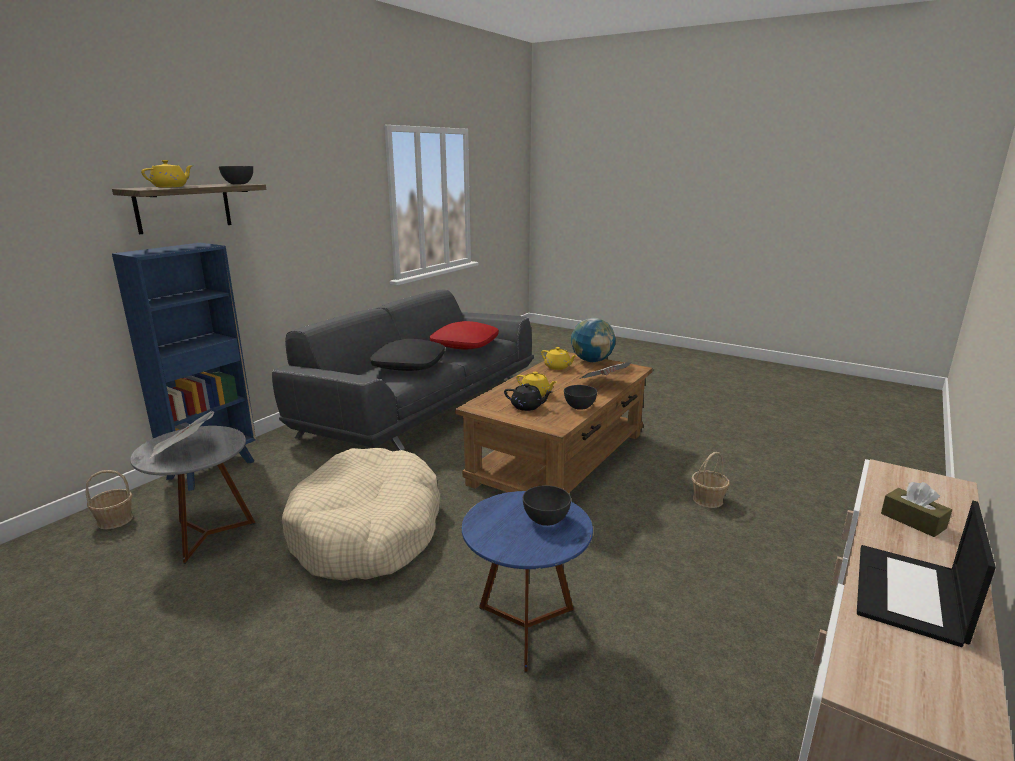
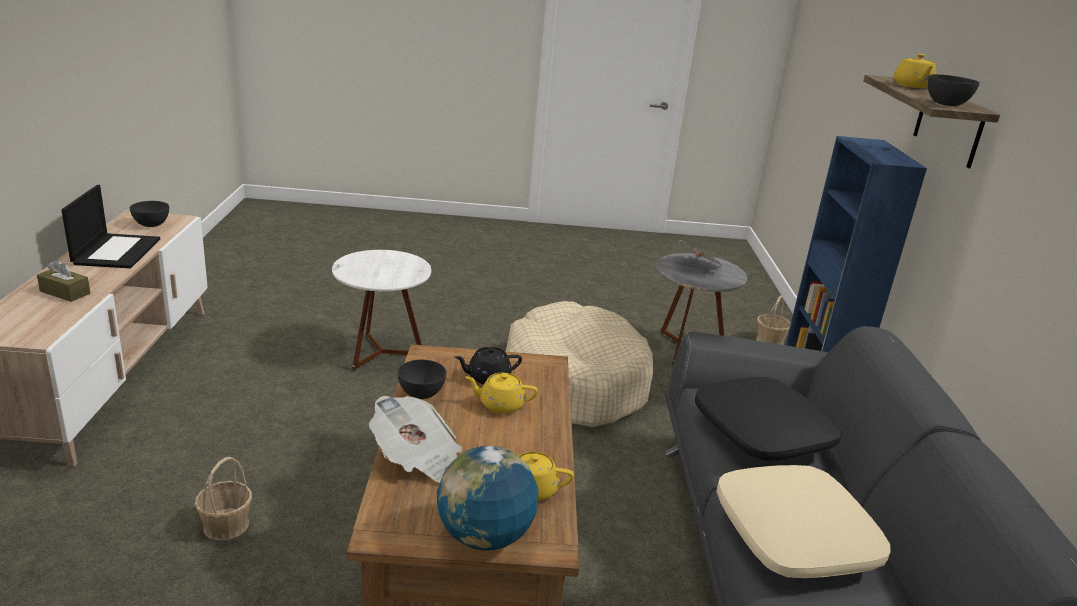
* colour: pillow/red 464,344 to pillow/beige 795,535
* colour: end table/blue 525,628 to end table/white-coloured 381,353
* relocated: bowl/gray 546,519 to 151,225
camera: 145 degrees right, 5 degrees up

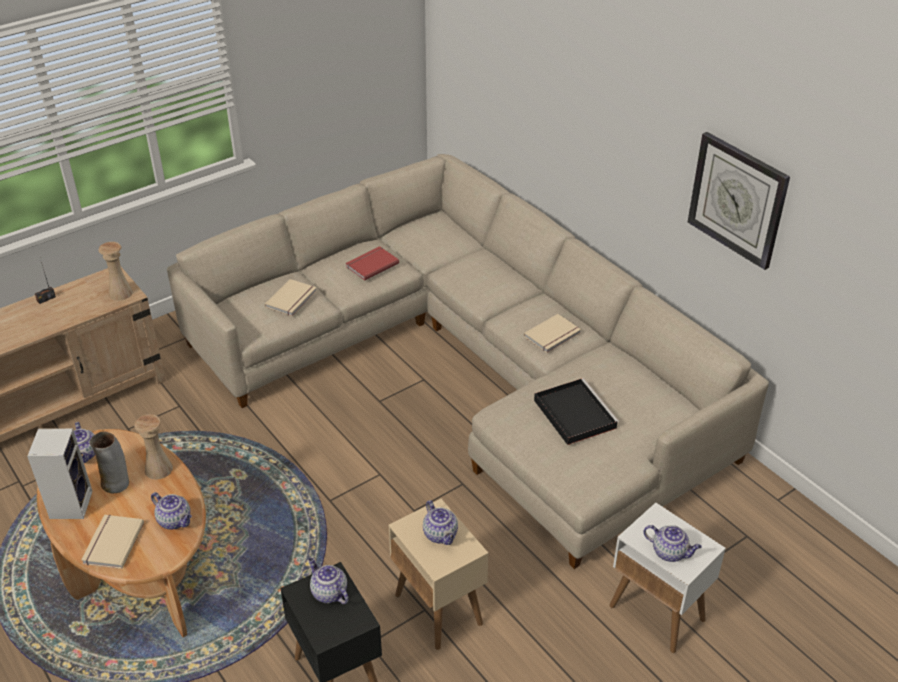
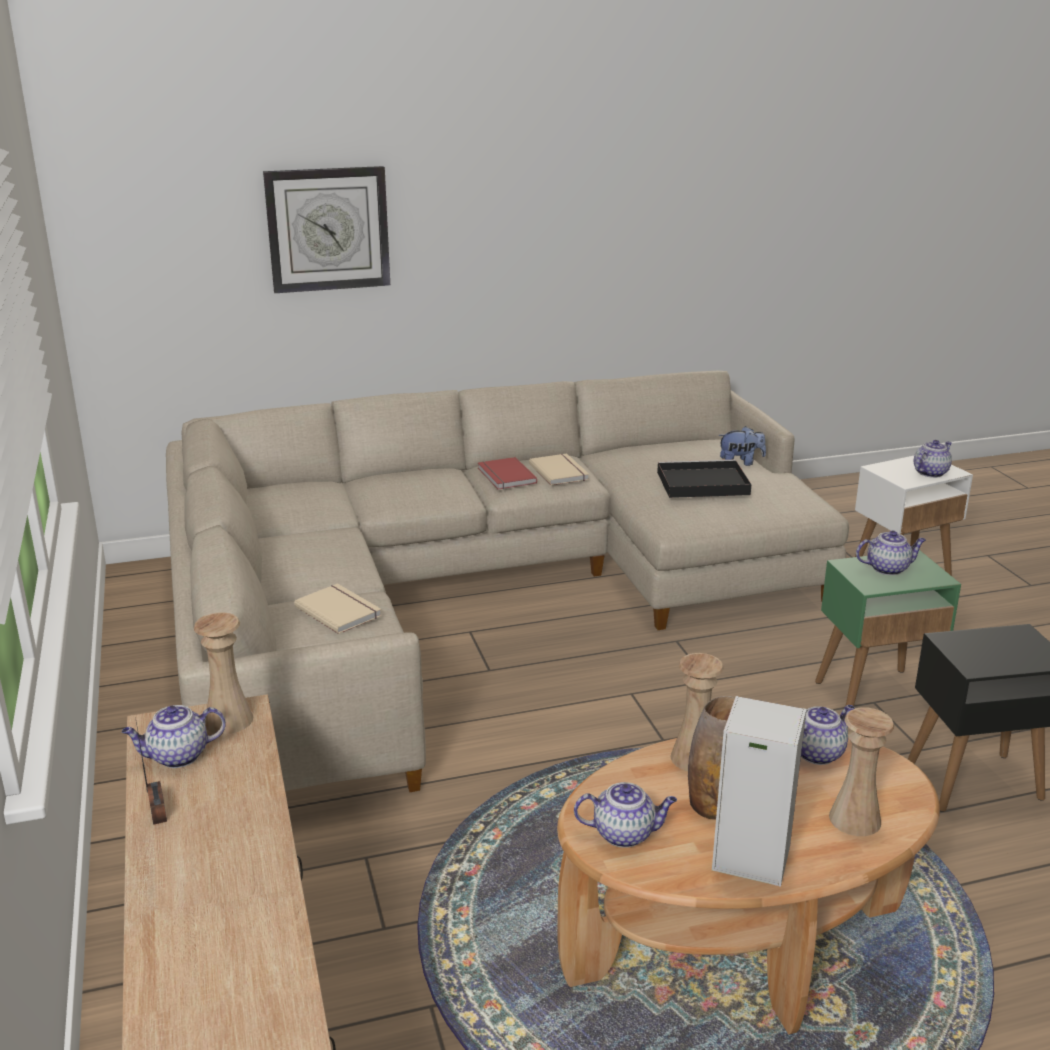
* exchanged: volume/beige 111,543 to vase/beige 855,819
* relocated: tea pot 328,592 to 177,757
* relocated: volume/red 371,264 to 505,476
* colour: end table/beige 439,610 to end table/green 876,692
* relocated: wall clock 738,199 to 328,229
* appeared: soft toy 740,463
camera: 70 degrees left, 15 degrees down

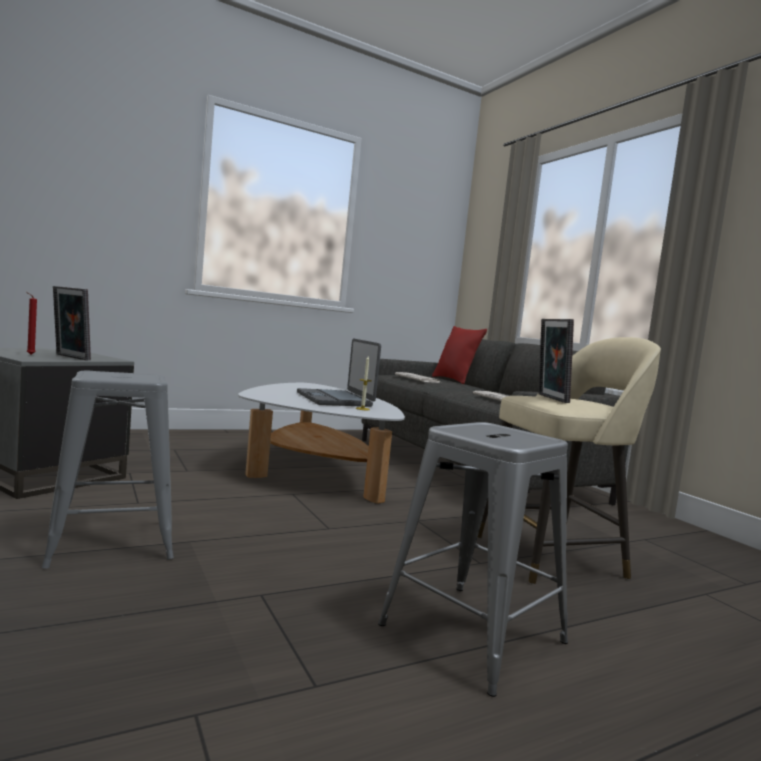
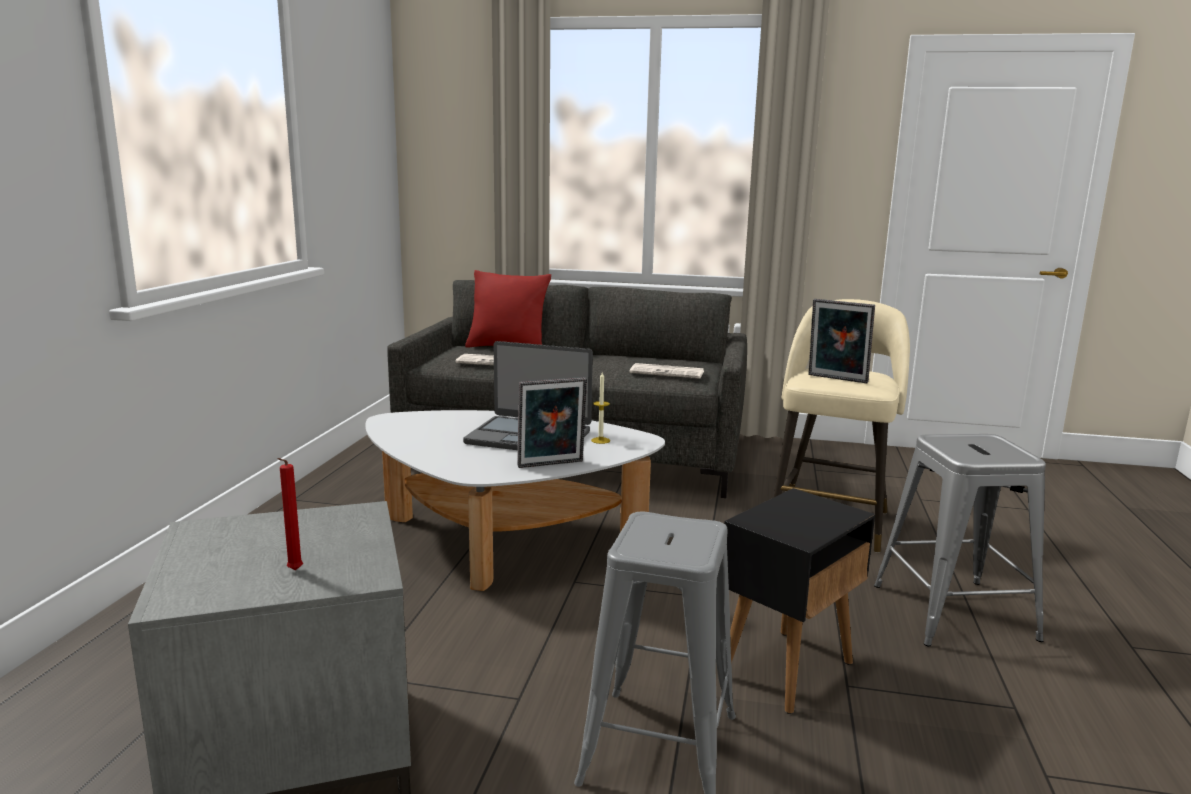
* relocated: standing frame 69,357 to 551,465
* appeared: end table/blackish 787,669
camera: 50 degrees left, 10 degrees up

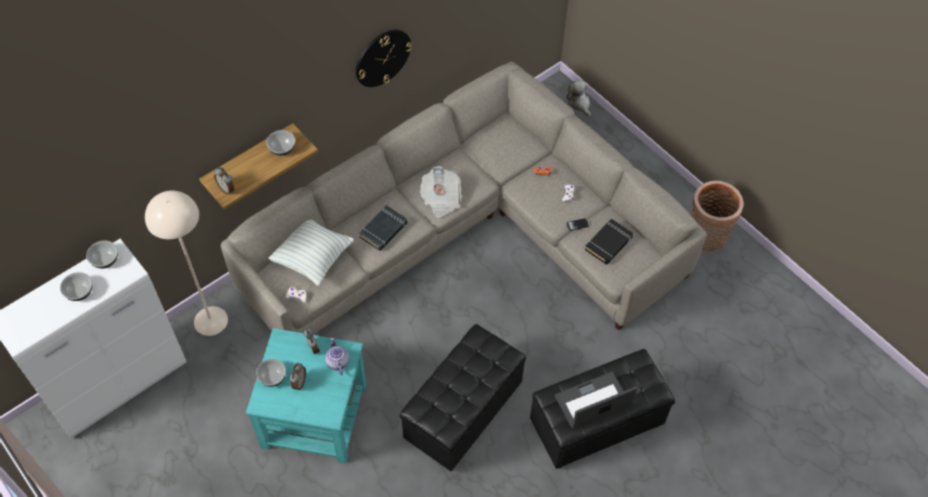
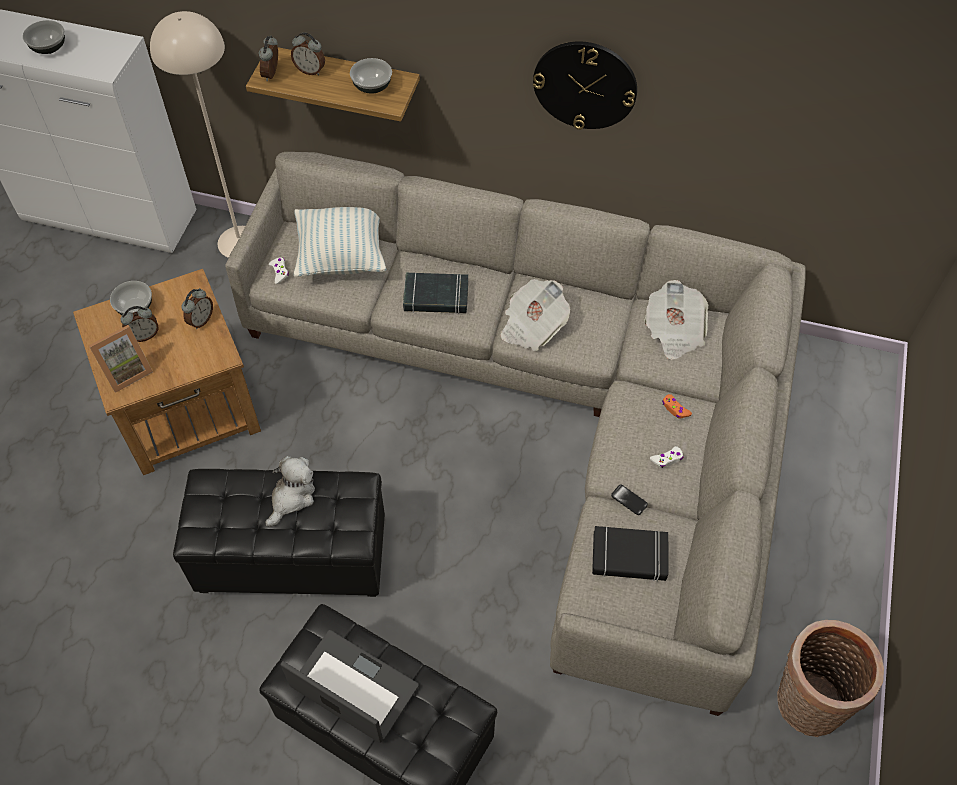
* missing: bowl 105,260
* colour: end table/blue-green 315,415 to end table/brownish 185,407
* missing: tea pot 337,362
* relocated: soft toy 579,103 to 292,497
* appeared: standing frame 126,371
* appeared: bedside clock 310,70
* appeared: newspaper 674,331
camera: 55 degrees right, 0 degrees up

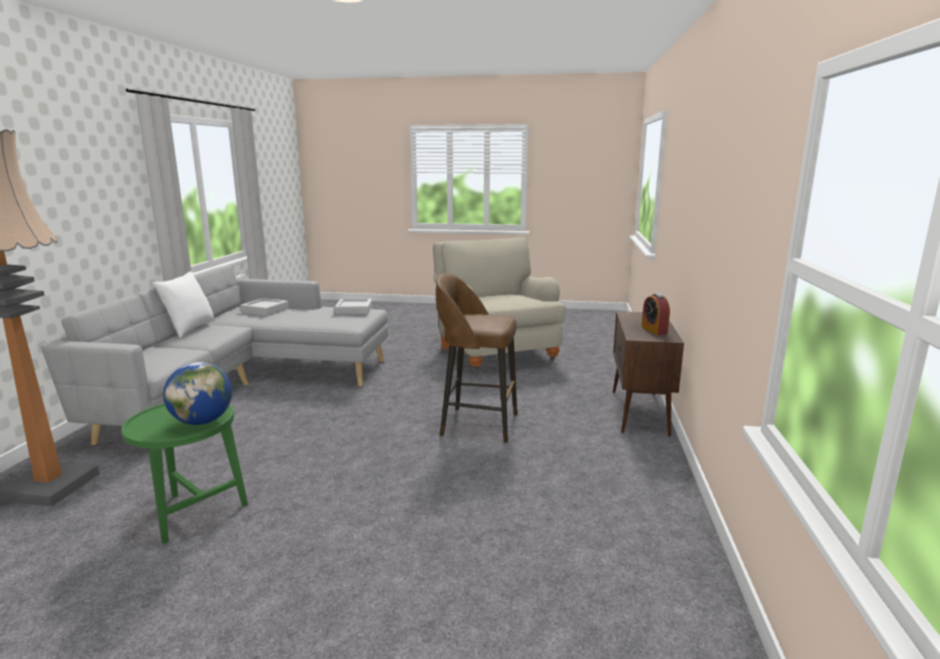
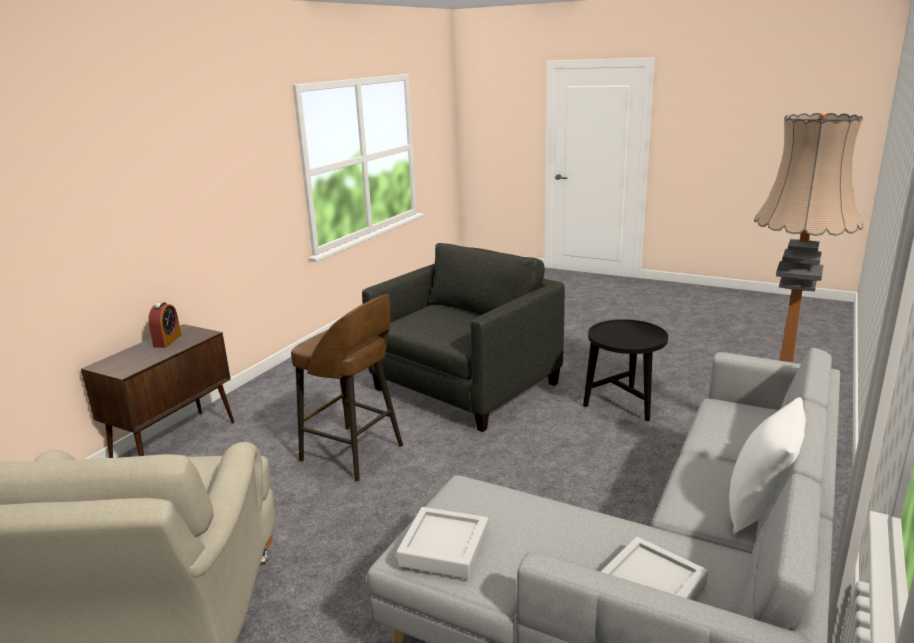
* colour: end table/green 193,512 to end table/blackish 623,406
* missing: globe 202,421
* appeared: armchair/gray 465,386
camera: 160 degrees left, 5 degrees up

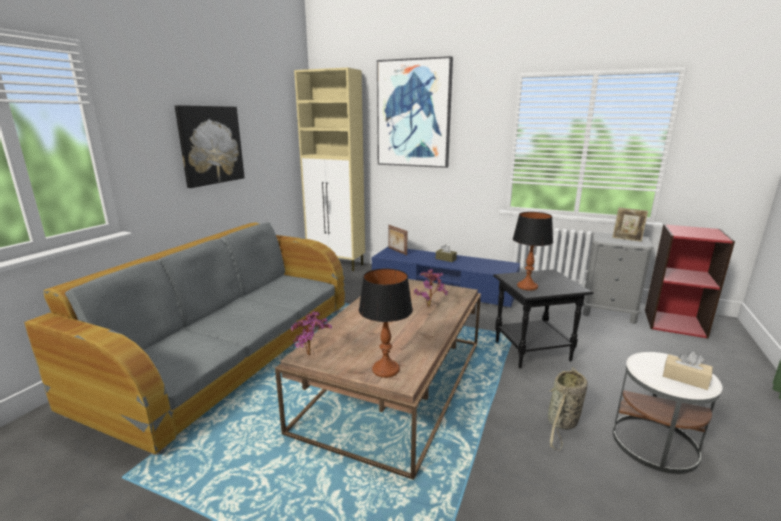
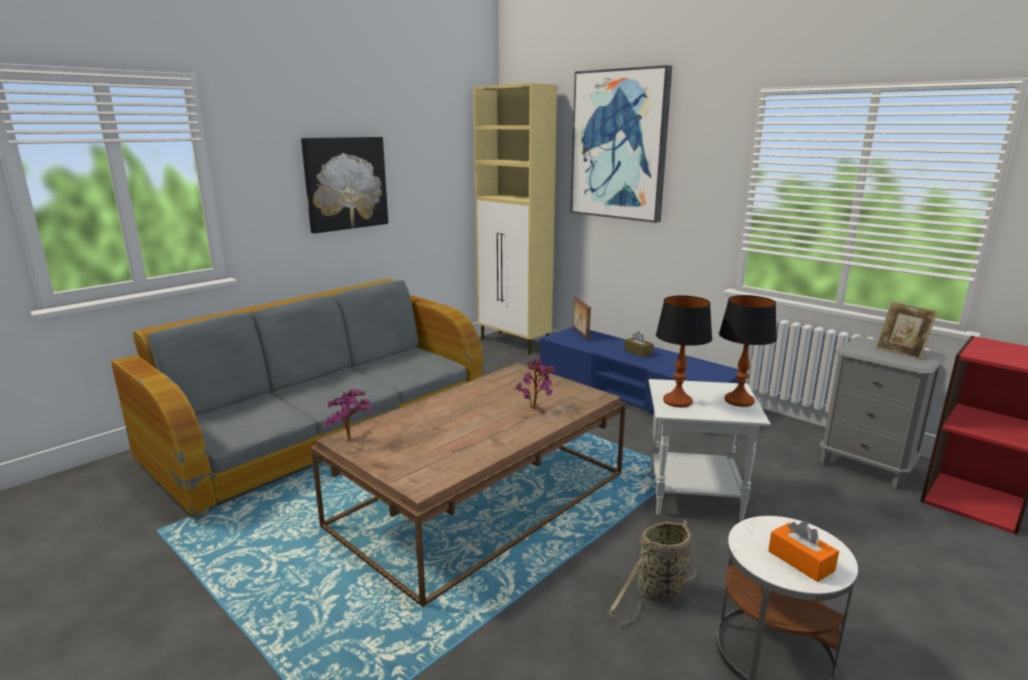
* relocated: table lamp 386,369 to 739,400
* colour: end table/blackish 533,351 to end table/white-coloured 695,497
* colour: tissue holder/beige 685,378 to tissue holder/orange 800,561
camera: 20 degrees right, 0 degrees up

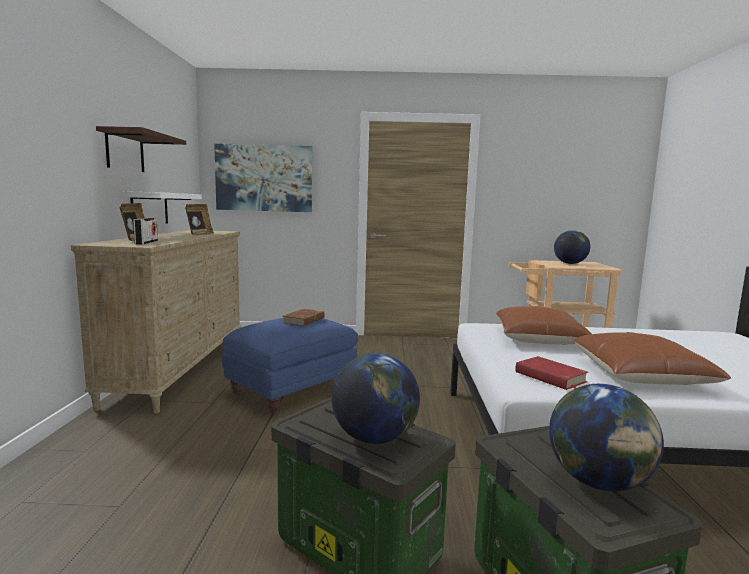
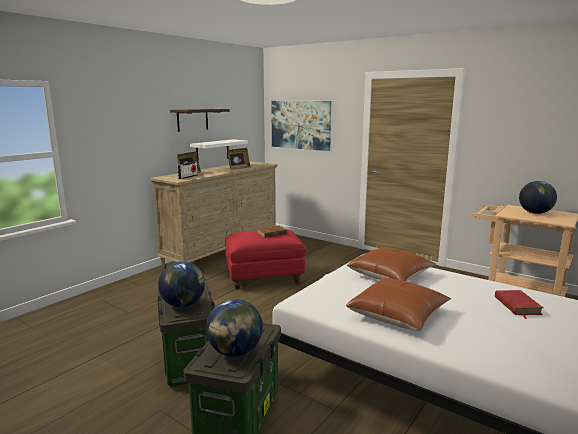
* colour: ottoman/blue 293,389 to ottoman/red 265,277
* relocated: volume/red 550,377 to 517,305
camera: 35 degrees right, 5 degrees up

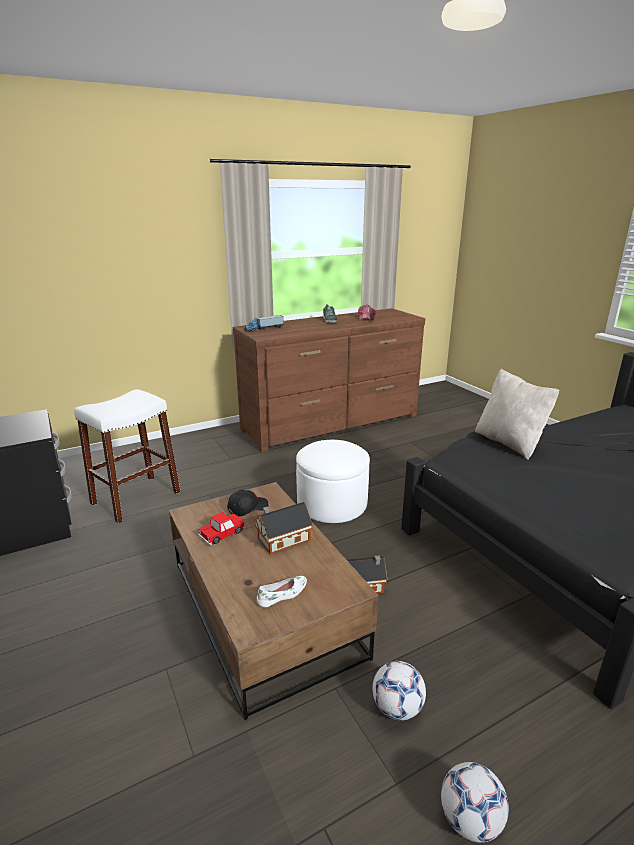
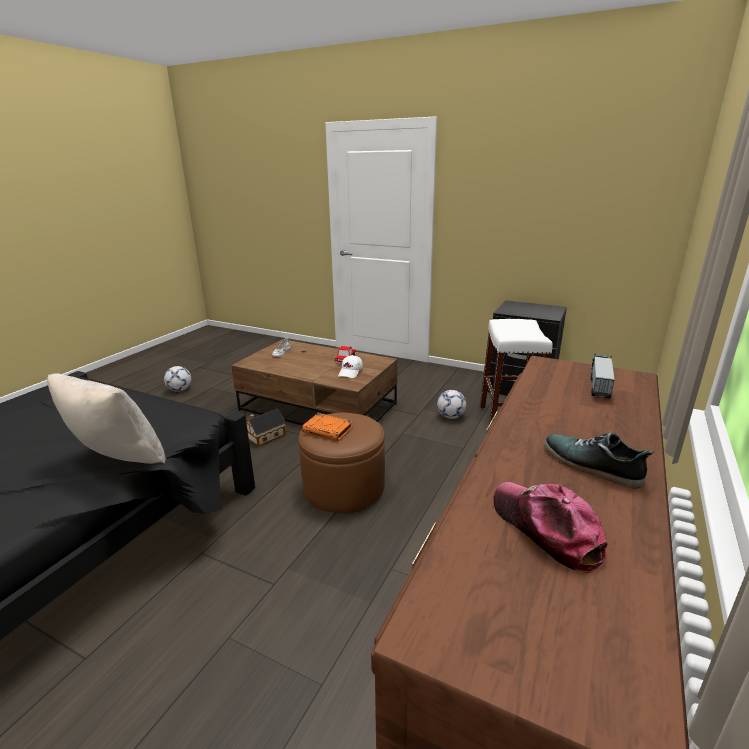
* colour: baseball cap/blackish 247,508 to baseball cap/white-coloured 351,372
* missing: toy house 281,539
* colour: ottoman/white-coloured 332,503 to ottoman/brownish 344,487
* relocated: football ball 397,708 to 450,416
* appeared: volume/orange 328,430
camera: 145 degrees right, 0 degrees up

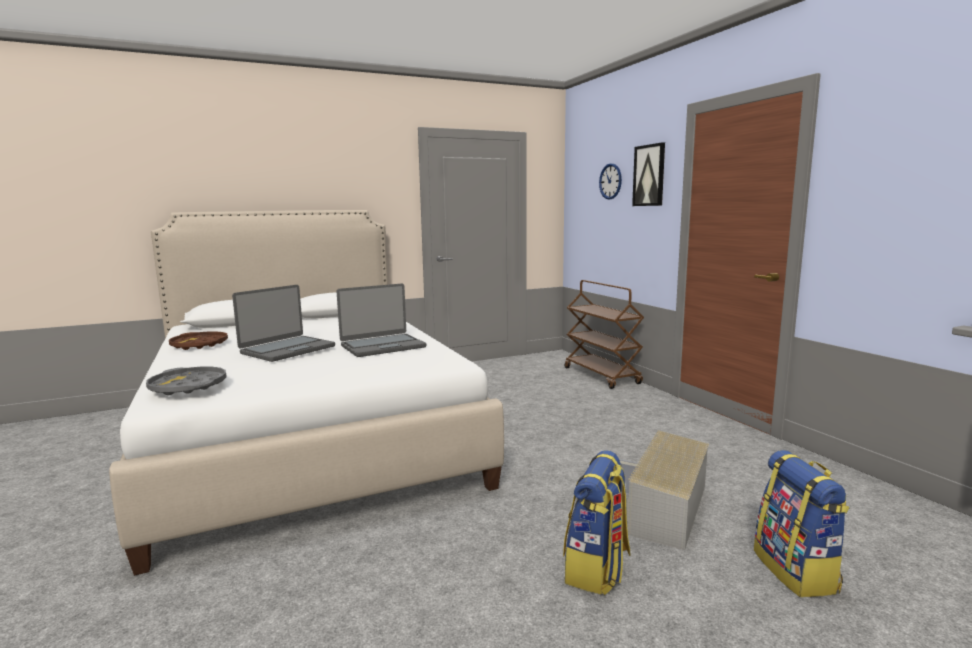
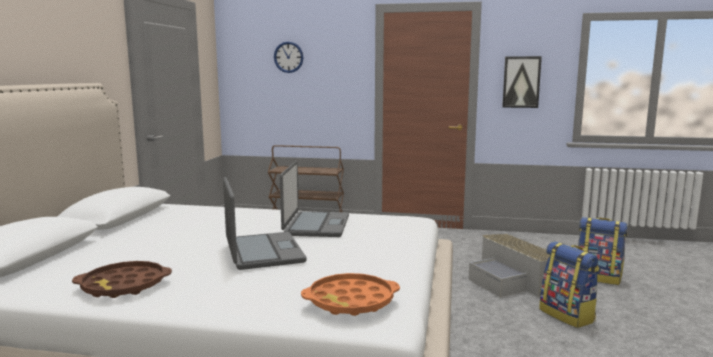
* colour: serving tray/gray 188,386 to serving tray/orange 351,301
* relocated: picture 649,175 to 521,82
camera: 55 degrees left, 0 degrees up

